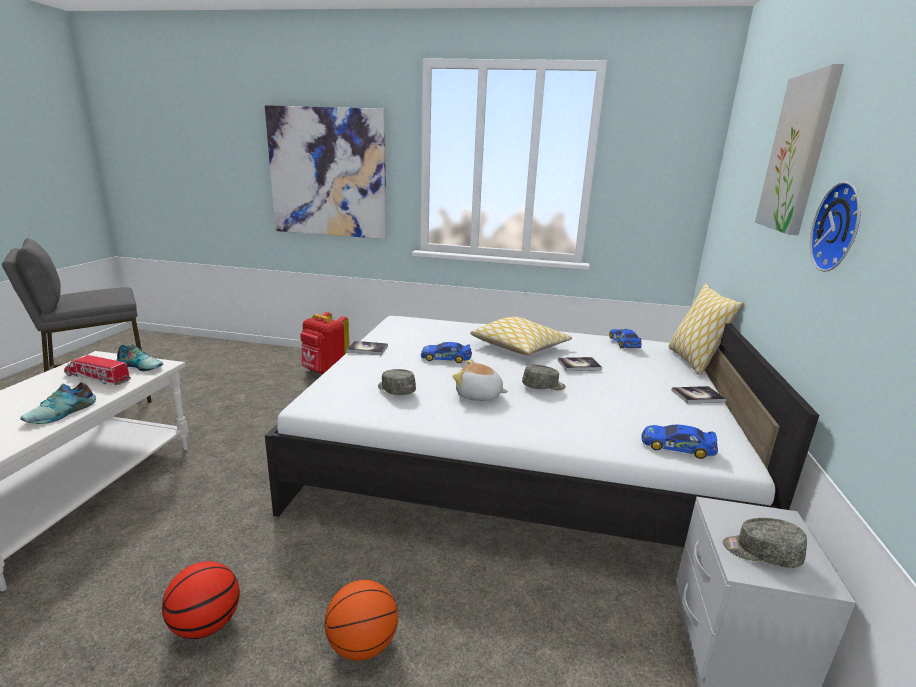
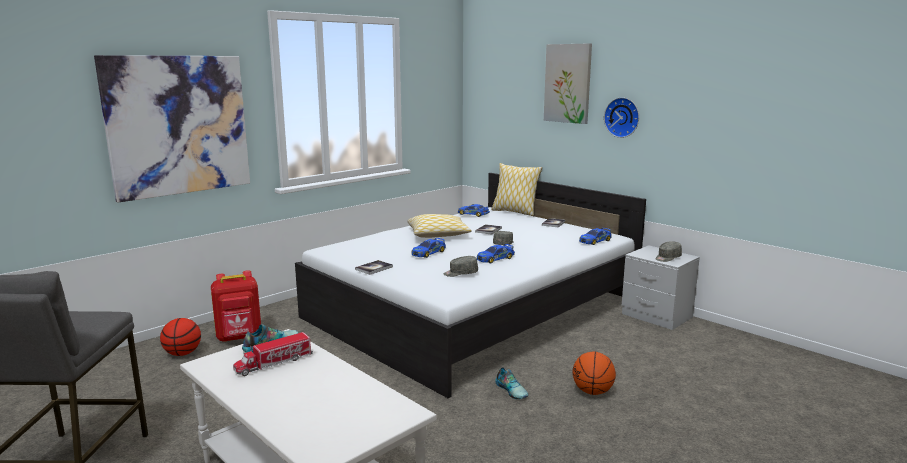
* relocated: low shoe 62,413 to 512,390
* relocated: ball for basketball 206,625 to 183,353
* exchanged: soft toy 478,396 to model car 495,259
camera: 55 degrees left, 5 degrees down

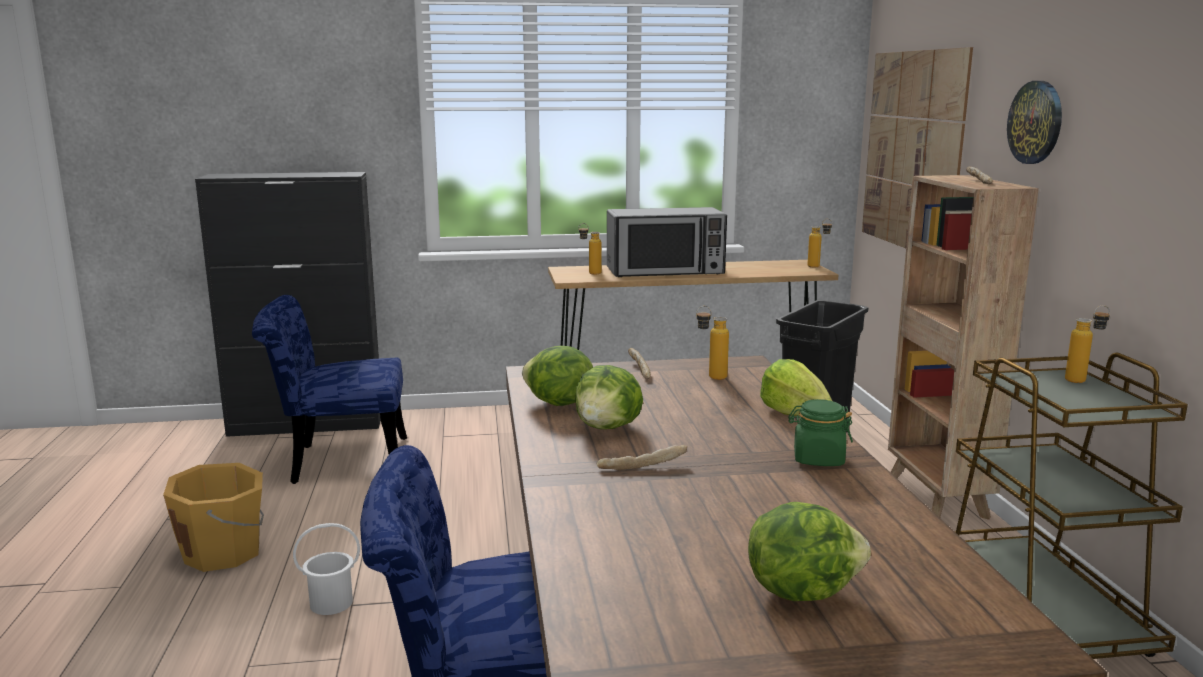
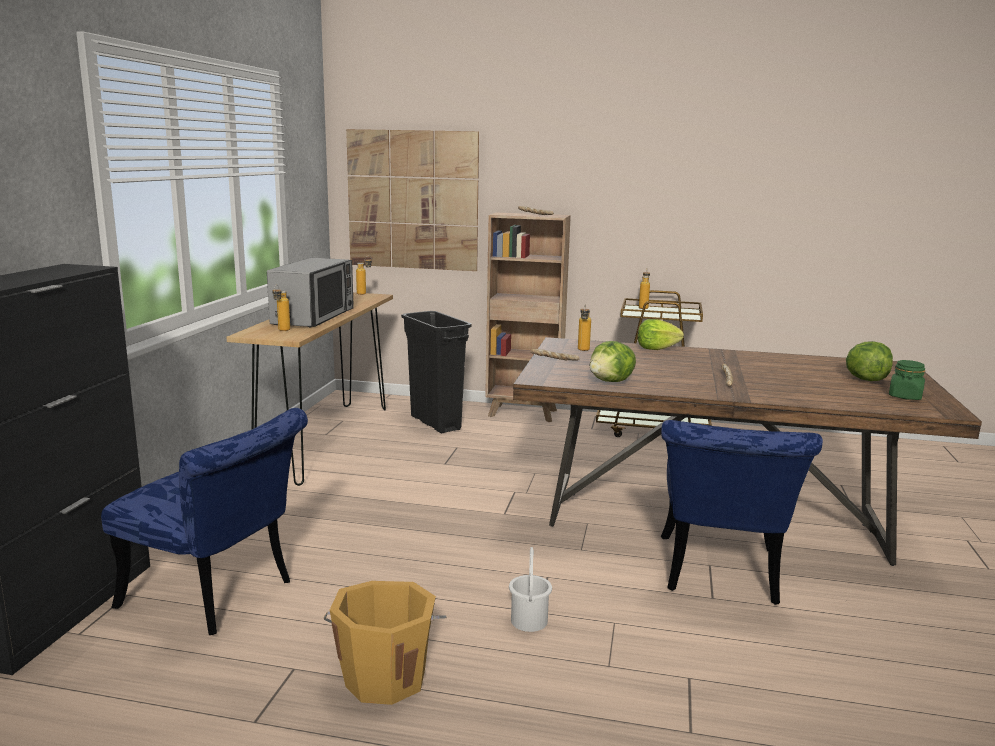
* spun: chair/blue 338,462 = 218,597 75 degrees counterclockwise
* missing: lettuce head 608,427
* relocated: storage jar/green 818,459 to 905,396
* missing: wall clock 1036,122
camera: 70 degrees left, 0 degrees up

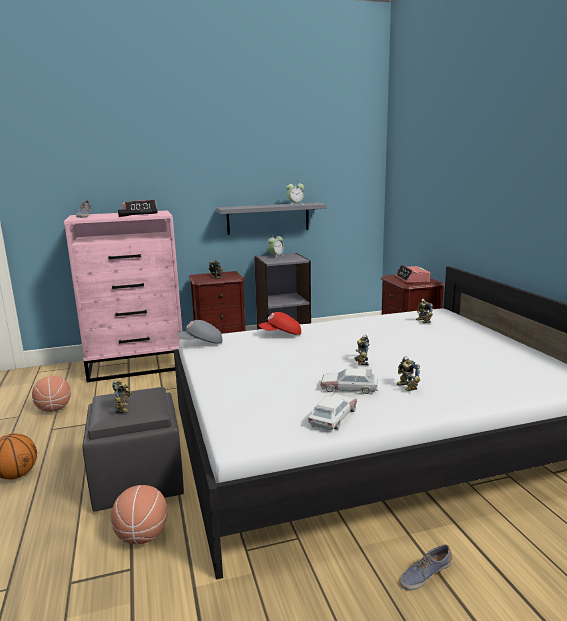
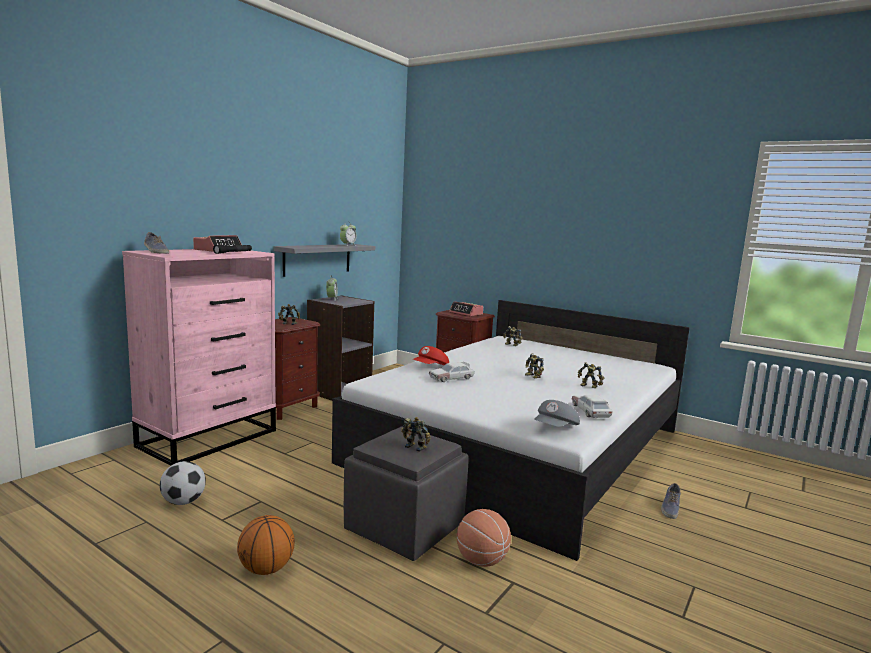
* exchanged: ball for basketball 54,409 to football ball 183,502
* relocated: baseball cap/gray 201,343 to 556,428
* relocated: model car 349,388 to 451,378
camera: 40 degrees left, 5 degrees down

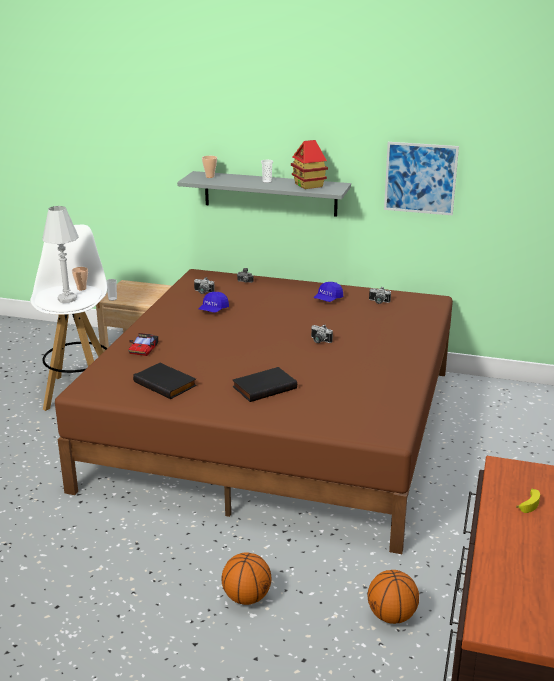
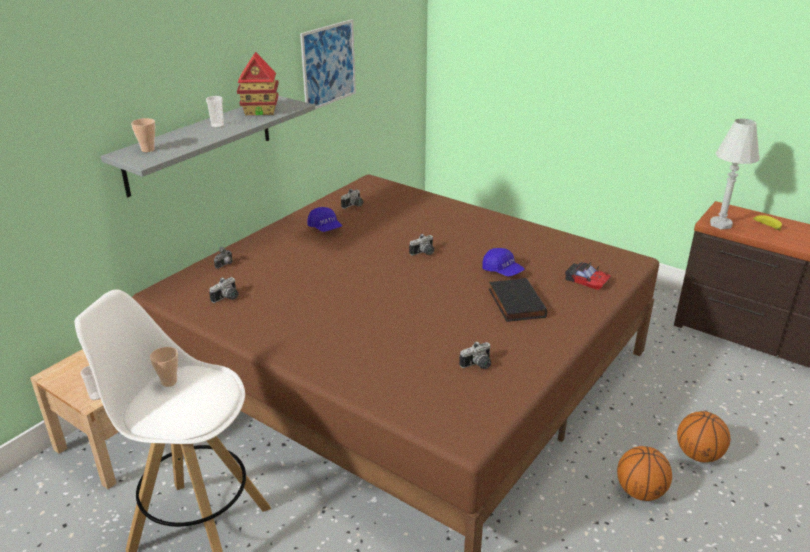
* relocated: table lamp/white-coloured 67,299 to 720,224
* relocated: model car 144,348 to 587,280
* exchanged: volume/blackish 166,383 to still camera 478,365
* relocated: baseball cap/blue 213,310 to 502,271
* relocated: ball for basketball 392,616 to 640,492
camera: 70 degrees left, 5 degrees up

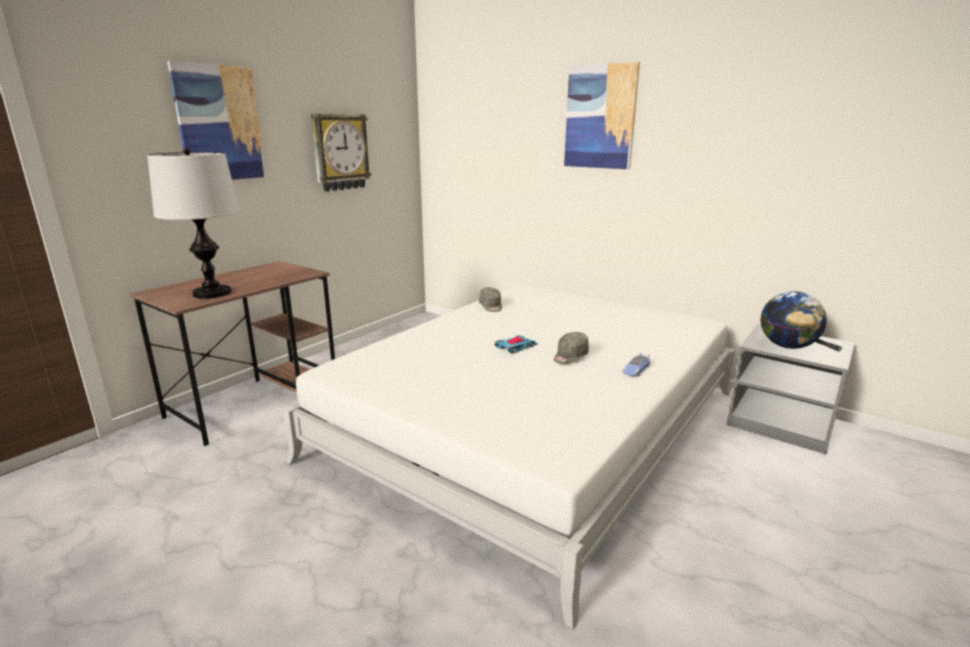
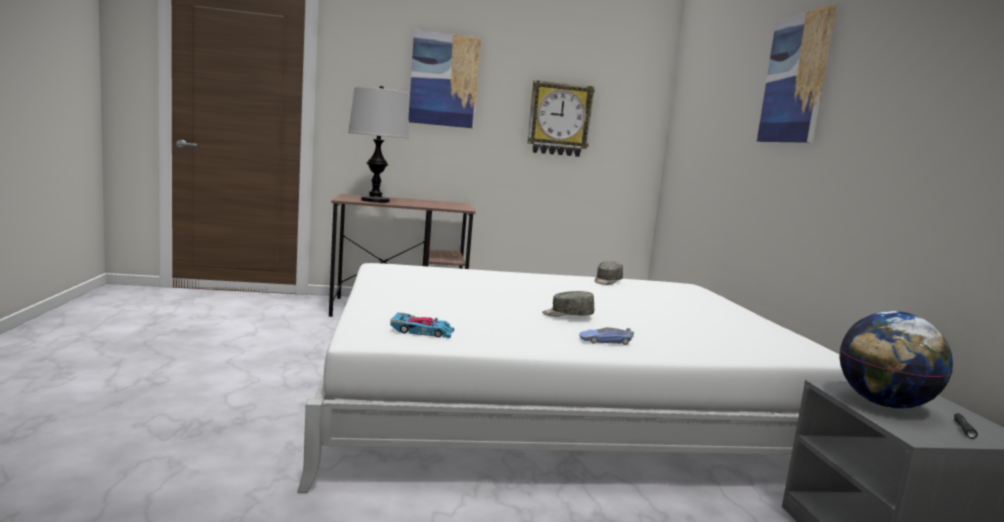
* relocated: model car 516,347 to 422,331
camera: 45 degrees right, 10 degrees down

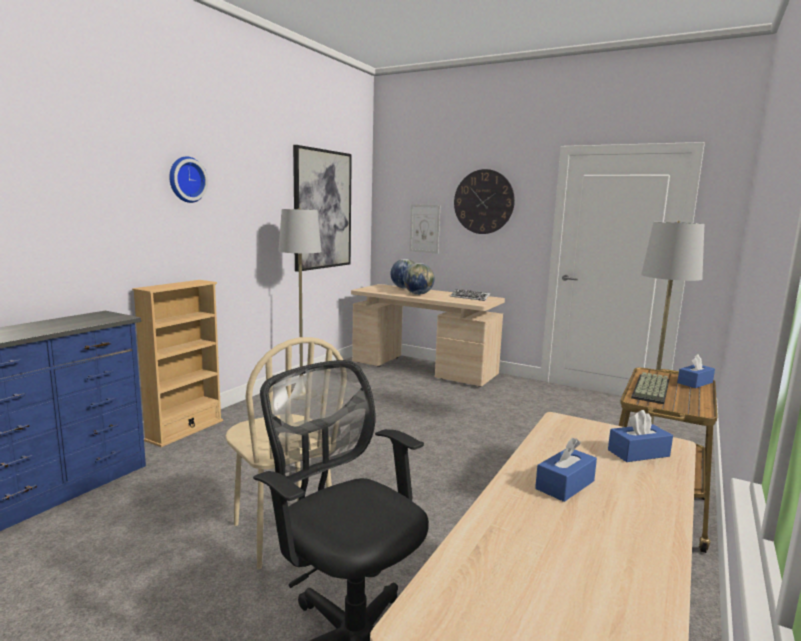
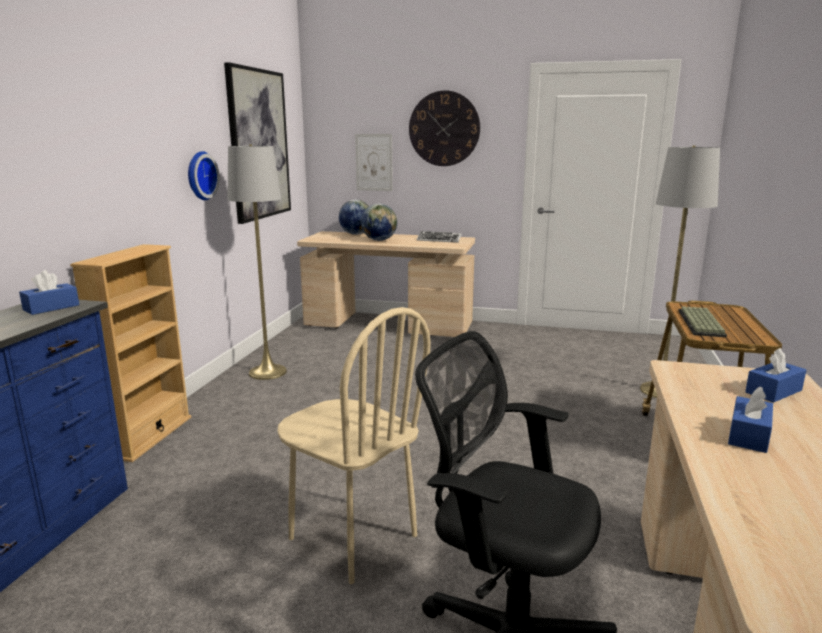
* relocated: wall clock 186,179 to 199,176
* relocated: tissue holder/blue 695,383 to 51,307
camera: 15 degrees left, 5 degrees up

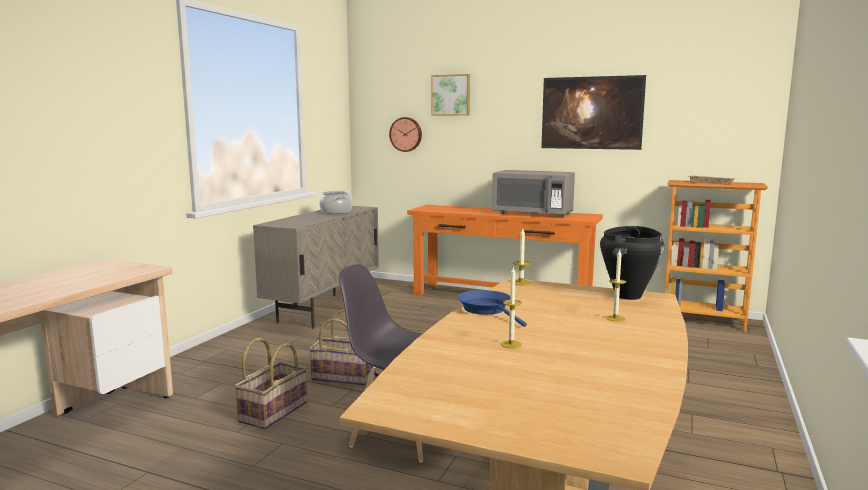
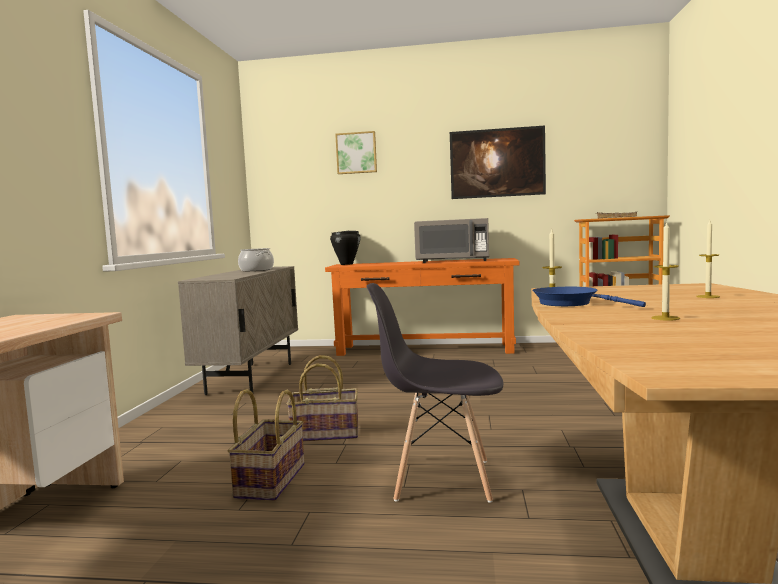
* missing: wall clock 406,134
* relocated: stockpot/blackish 628,296 to 347,264
camera: 15 degrees left, 5 degrees down

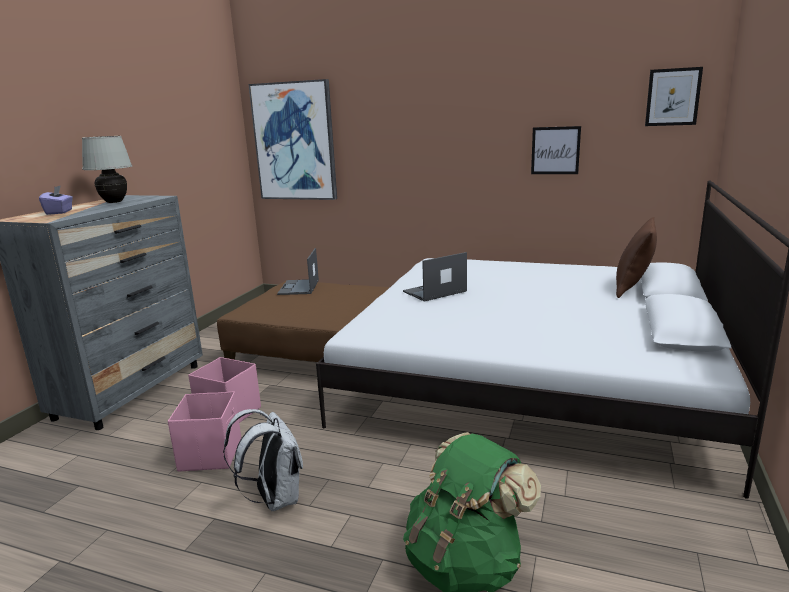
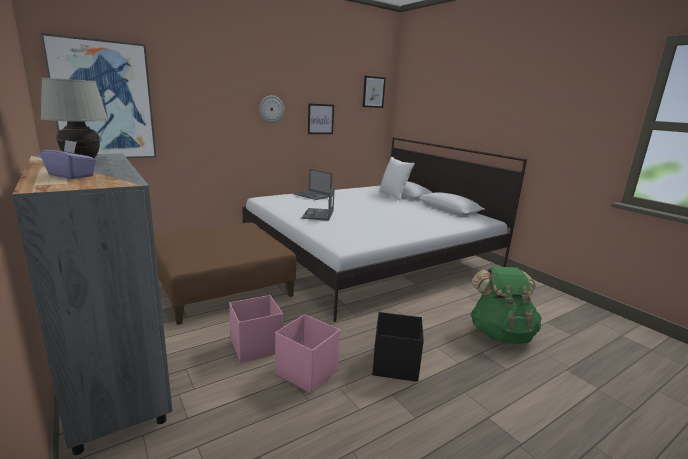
* exchanged: knapsack/white-coloured 274,498 to storage box/blackish 394,365
* relocated: portable computer 299,287 to 313,195
* colour: pillow/brownish 633,289 to pillow/white-coloured 393,196
* appeared: wall clock 271,109
camera: 55 degrees left, 0 degrees up

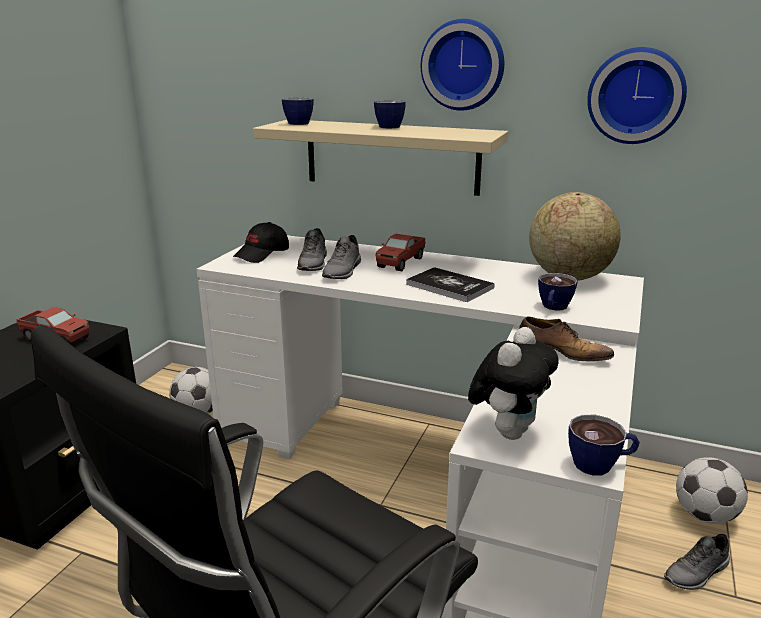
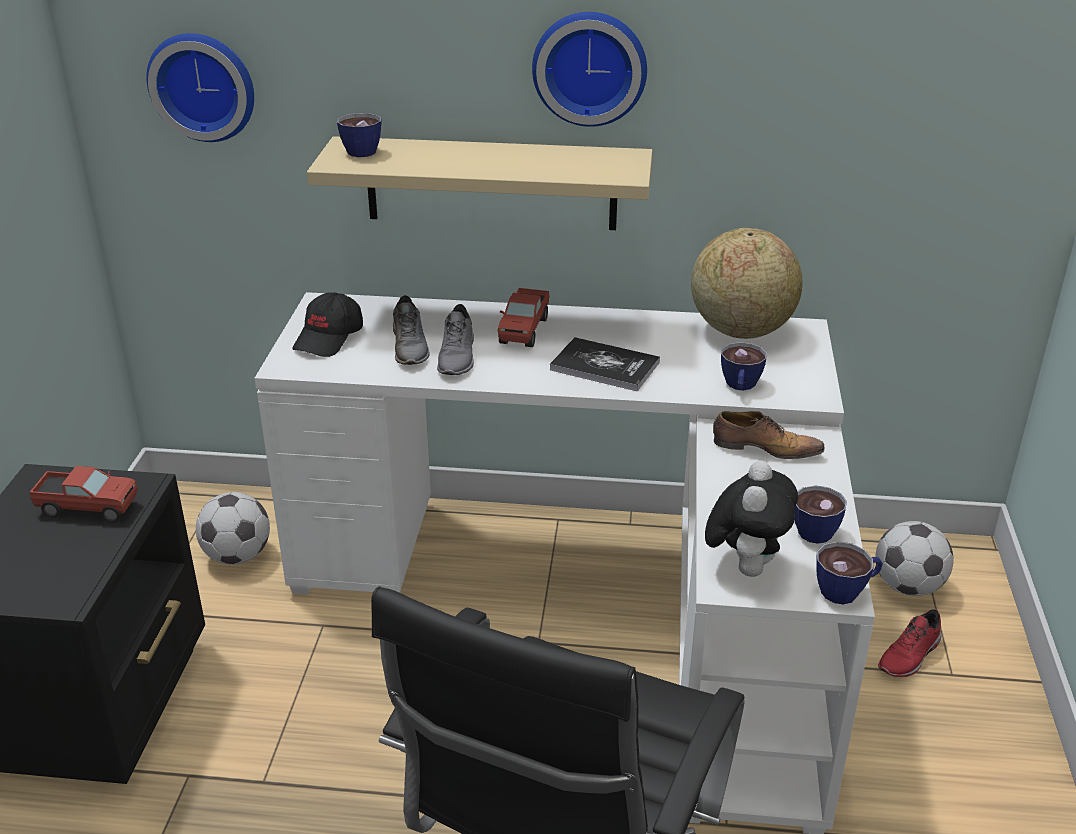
* relocated: drinking cup 387,126 to 807,529
* relocated: wall clock 636,96 to 204,85
* colour: low shoe/gray 697,573 to low shoe/red 910,656
camera: 15 degrees left, 10 degrees up

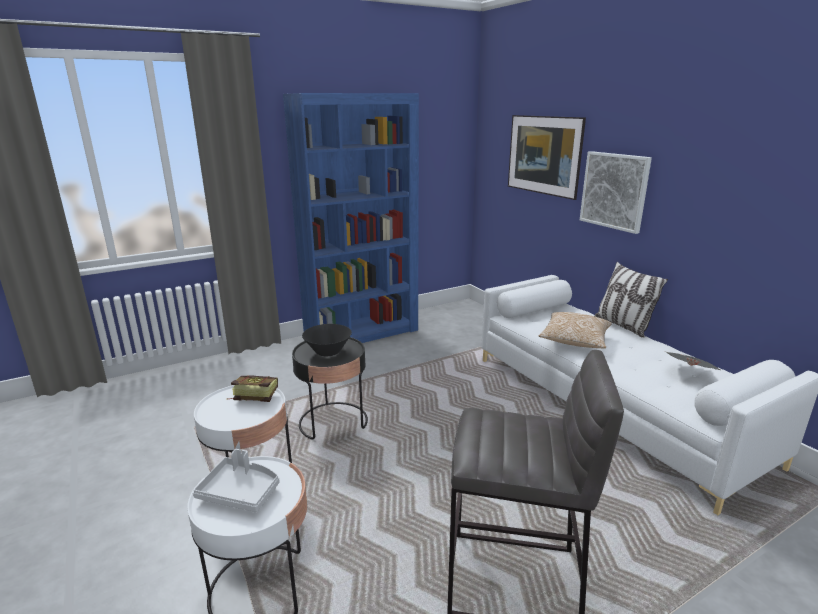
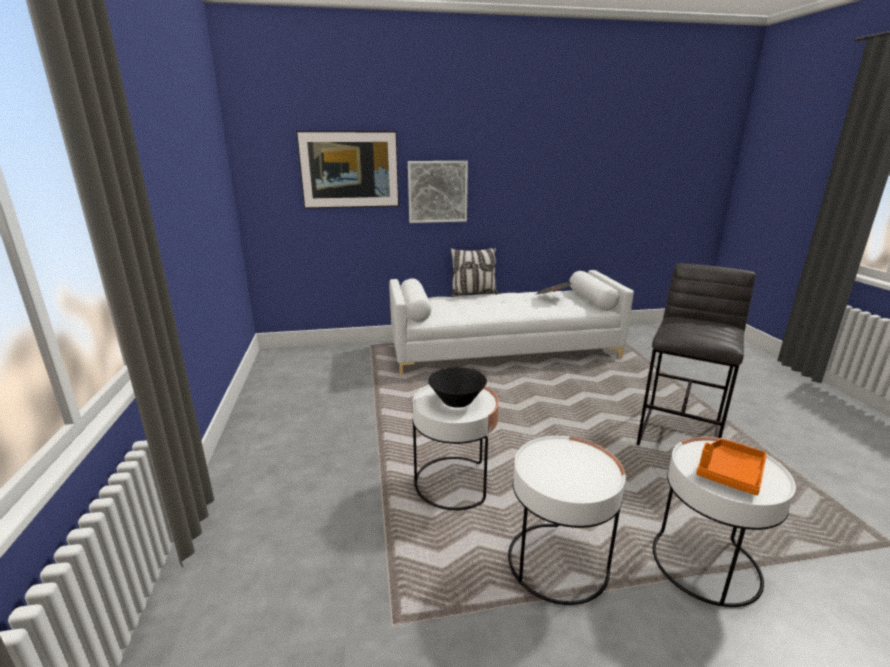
* colour: serving tray/gray 240,492 to serving tray/orange 729,473
* missing: volume 252,397
* missing: shelving unit/blue 362,333
* colour: end table/blackish 333,421 to end table/white-coloured 454,482
* missing: pillow 574,341
camera: 70 degrees left, 0 degrees up

